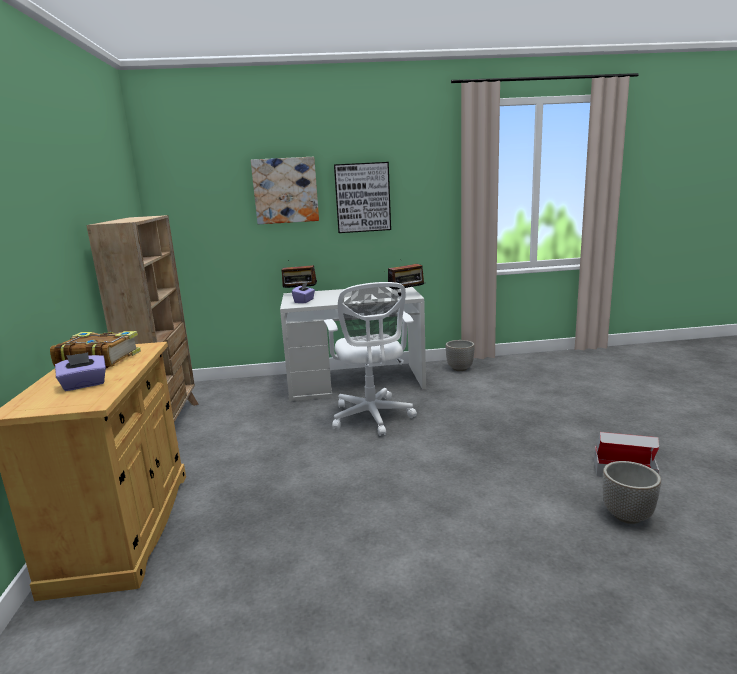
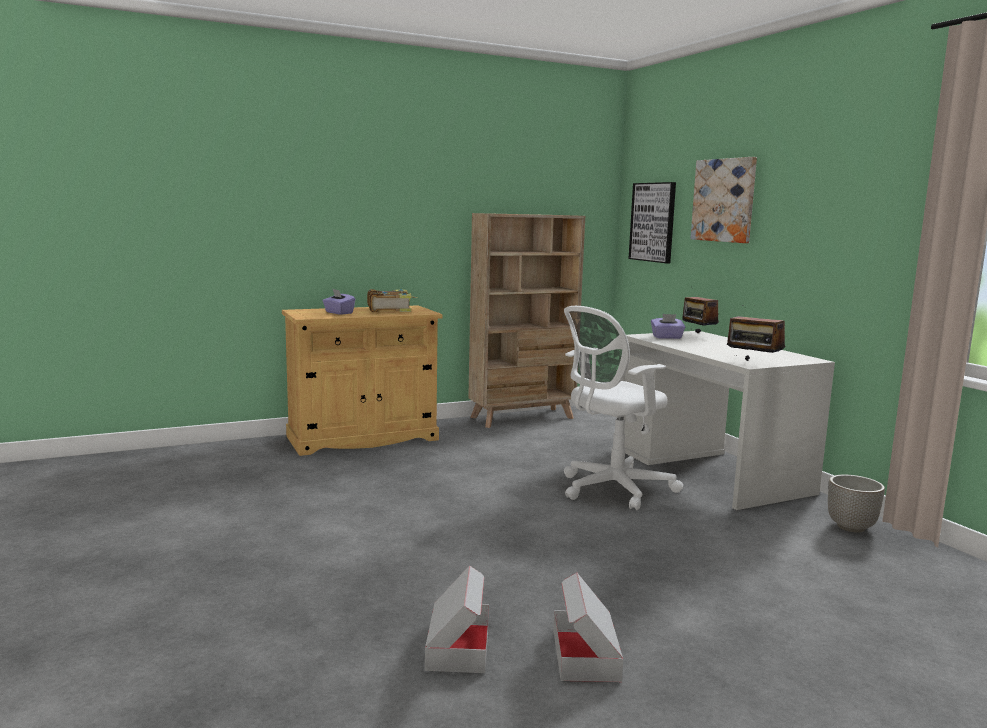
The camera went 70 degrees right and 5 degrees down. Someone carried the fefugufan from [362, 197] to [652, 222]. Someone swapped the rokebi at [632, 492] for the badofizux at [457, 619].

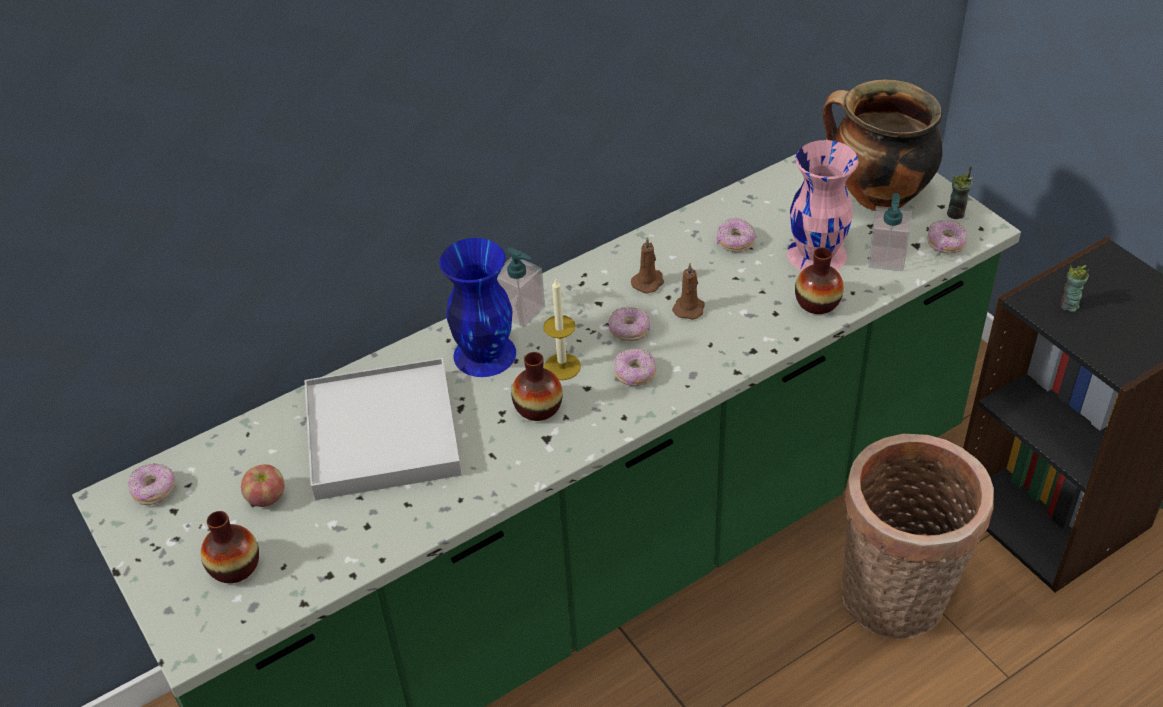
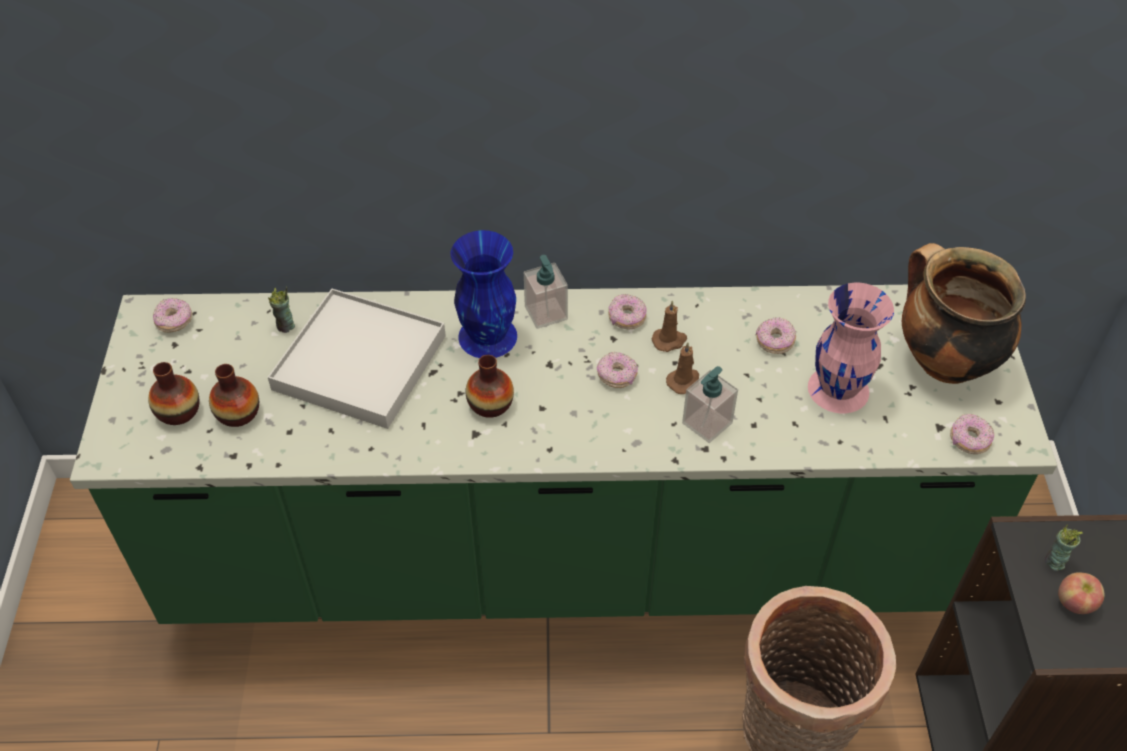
The camera went 30 degrees right and 5 degrees up. Someone carried the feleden from [262, 485] to [1081, 593]. Someone took away the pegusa at [562, 329]. Someone carried the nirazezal from [635, 367] to [627, 312]. Someone carried the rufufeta from [819, 280] to [234, 395]. Someone carried the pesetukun from [890, 232] to [710, 404]. Someone carried the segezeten from [960, 192] to [281, 310].

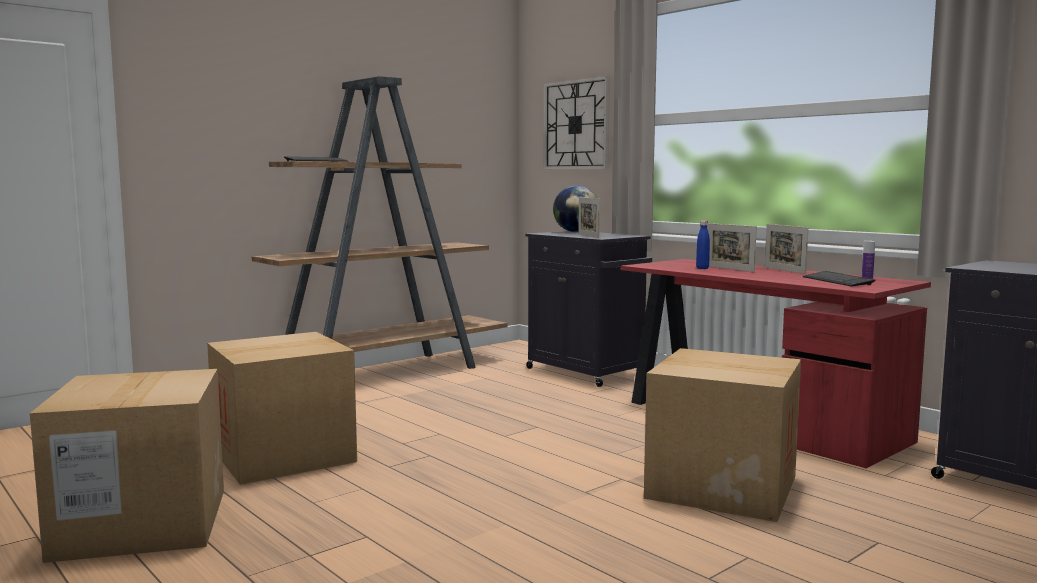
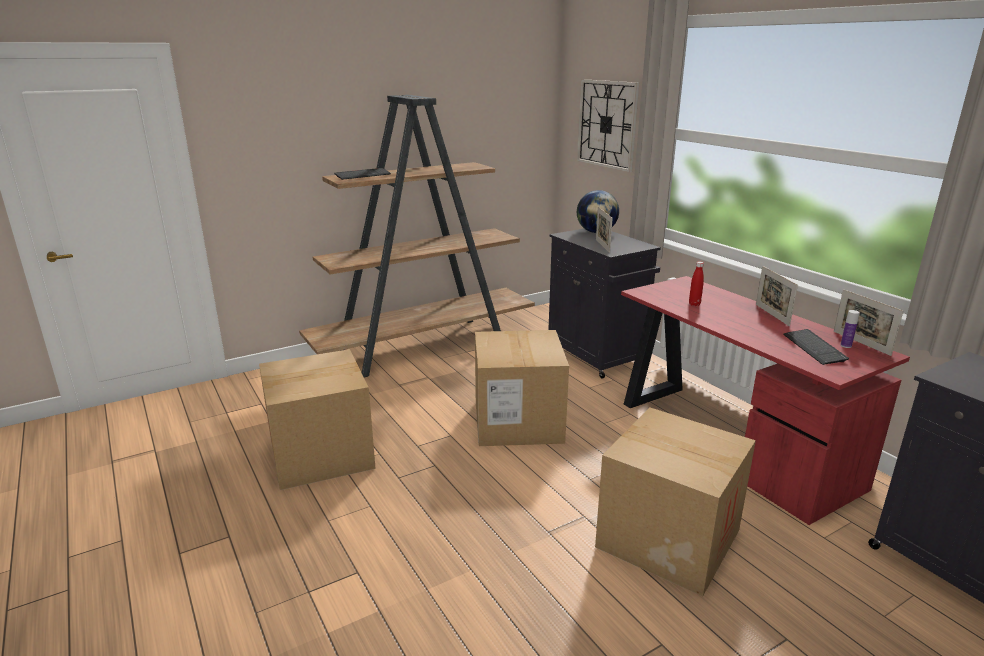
The camera went 10 degrees right and 15 degrees up. Someone carried the badofizux from [127, 466] to [522, 388]. Someone repainted the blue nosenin at [703, 245], which became the red nosenin at [696, 284]. Someone carried the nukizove from [732, 247] to [868, 322].

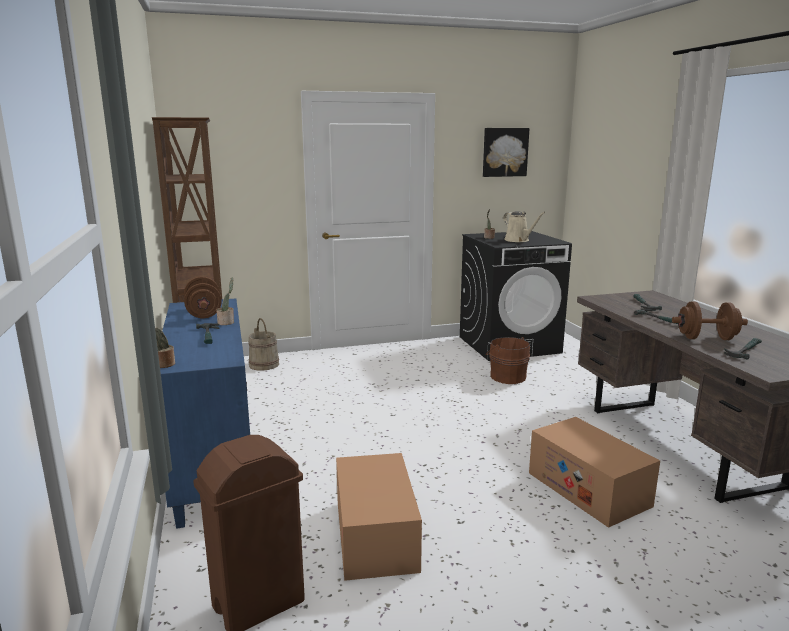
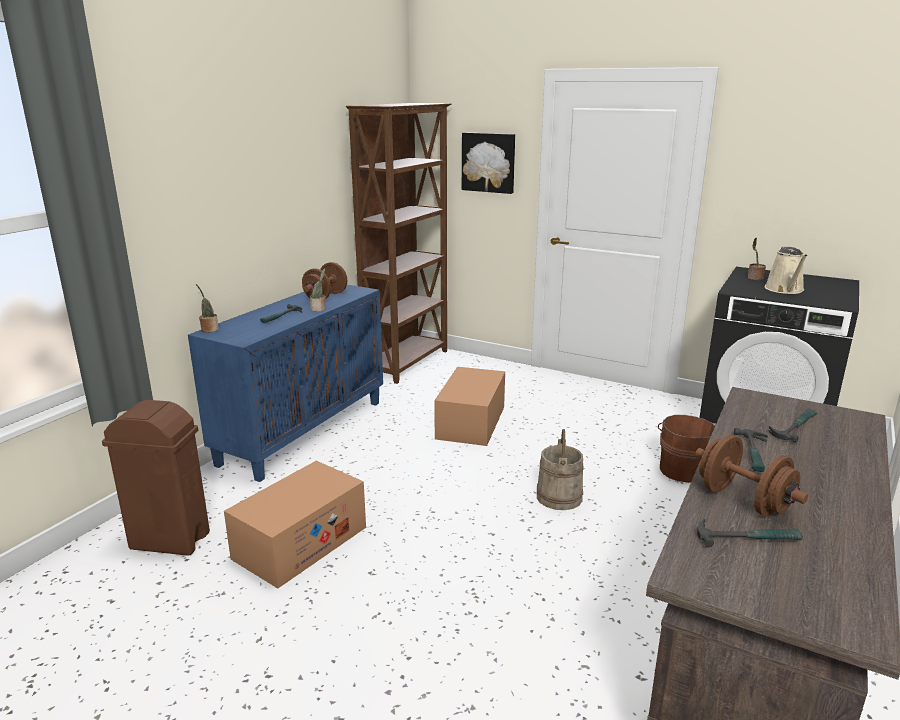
The camera went 45 degrees right and 5 degrees up. Someone carried the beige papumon from [264, 344] to [560, 469]. Someone carried the fefugufan from [506, 152] to [488, 163]. Someone carried the badofizux from [594, 472] to [469, 406].

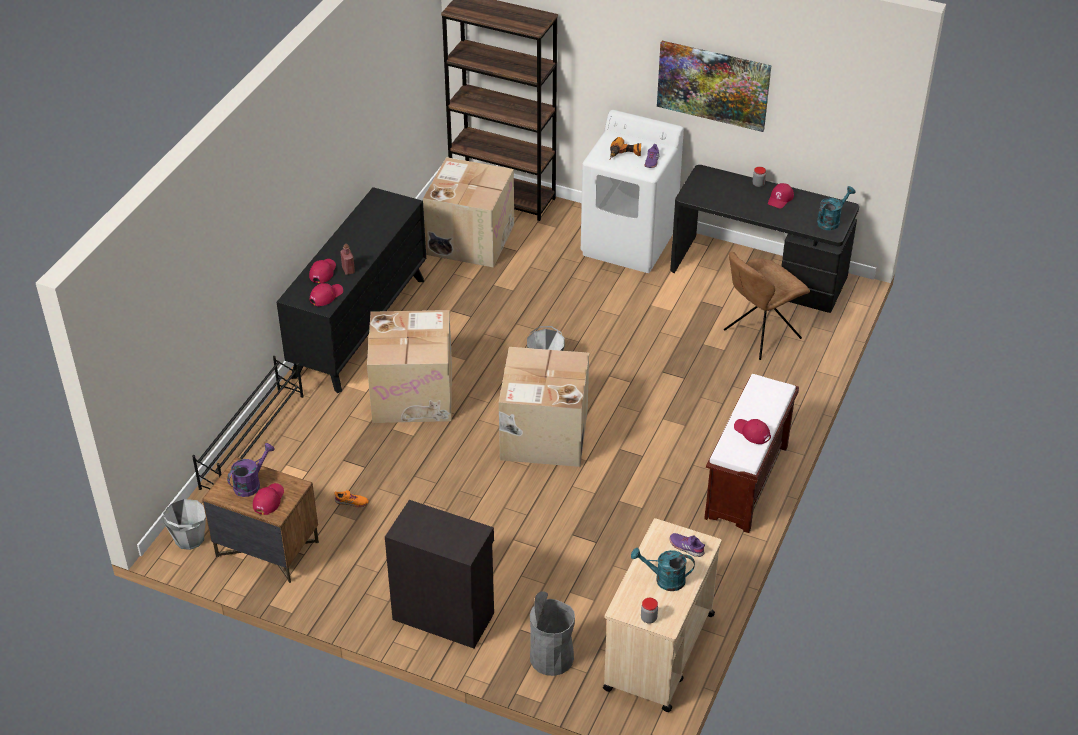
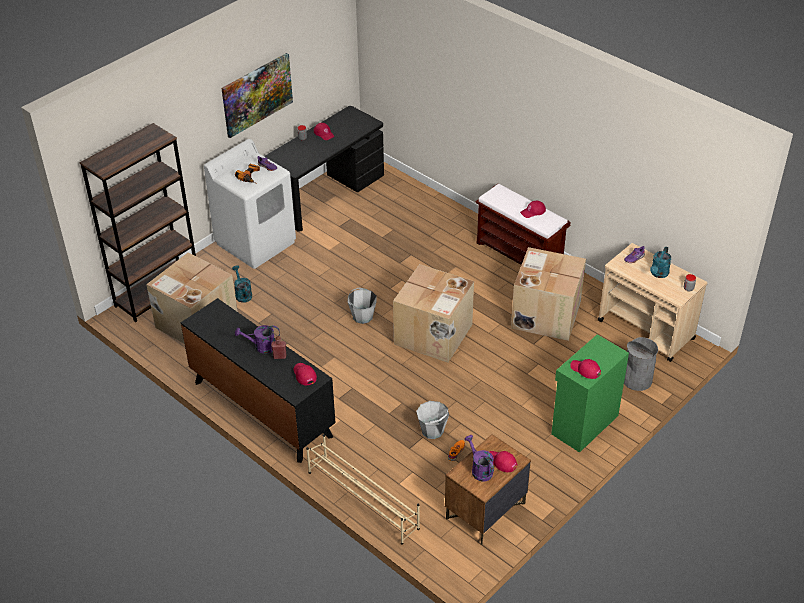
The camera went 70 degrees left and 0 degrees up. Someone carried the grey papumon from [184, 524] to [432, 420]. Someone repainted the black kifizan at [248, 423], which became the beige kifizan at [363, 489]. Someone carried the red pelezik from [322, 271] to [585, 369]. Someone carried the badofizux from [409, 366] to [548, 294]. Someone repainted the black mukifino at [439, 574], which became the green mukifino at [590, 393]. Someone took away the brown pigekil at [767, 306]. Someone carried the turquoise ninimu from [836, 208] to [242, 284]. Someone put down the purple ninimu at [257, 339].

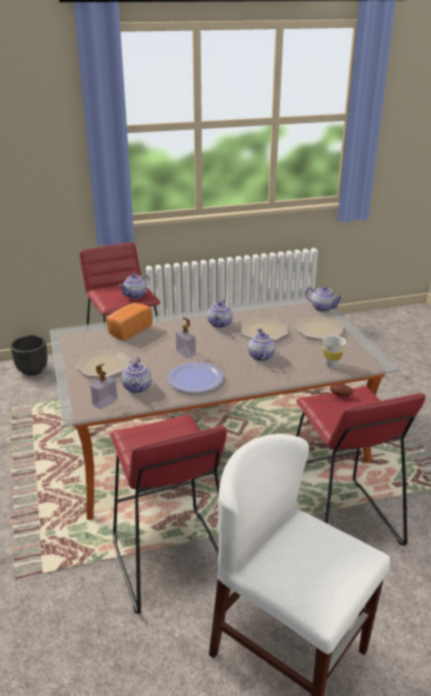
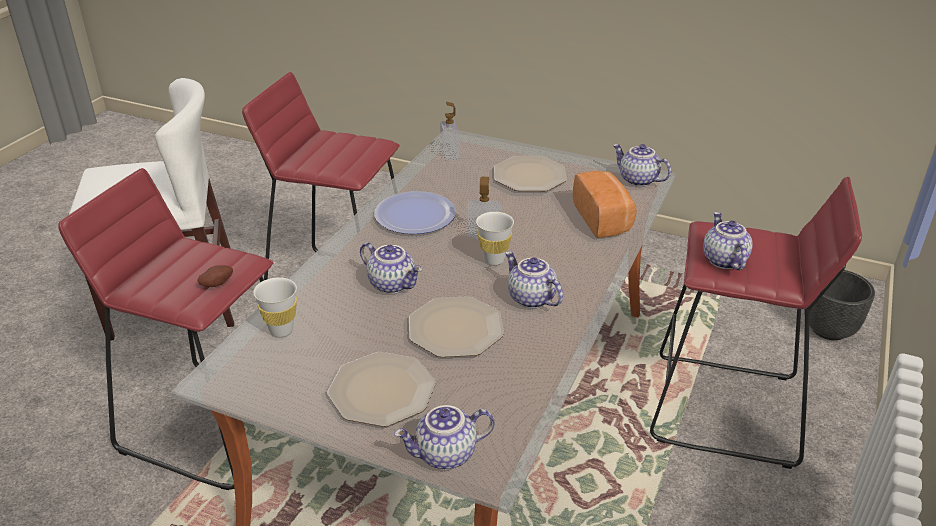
The camera went 130 degrees right and 5 degrees up. Someone carried the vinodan from [136, 375] to [642, 165]. Someone put down the white segezeten at [495, 238].

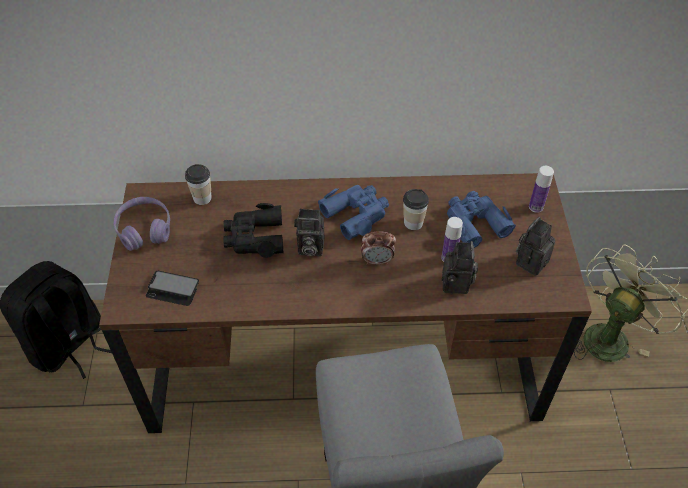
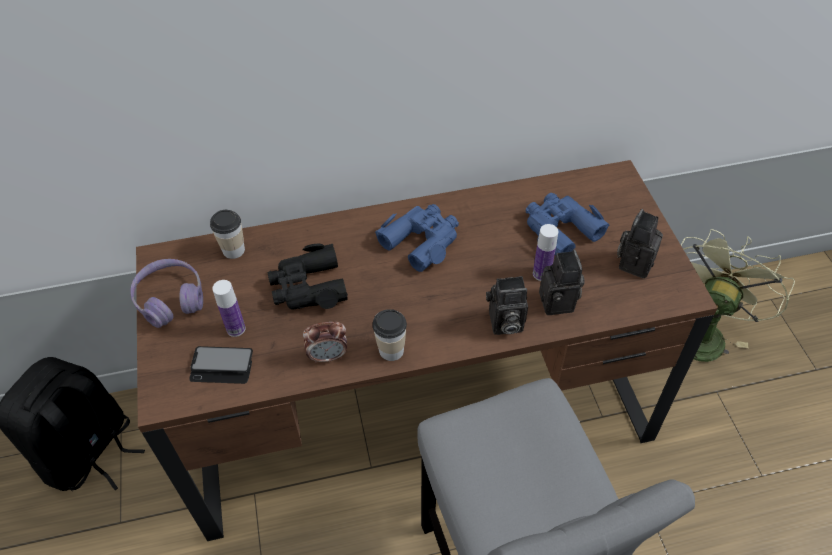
The camera went 10 degrees left and 0 degrees up. Someone carried the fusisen from [309, 232] to [507, 305]. Someone carried the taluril from [378, 248] to [325, 343]. Someone carried the segezeten from [416, 209] to [389, 335]. Someone carried the nosenin from [541, 189] to [228, 308].

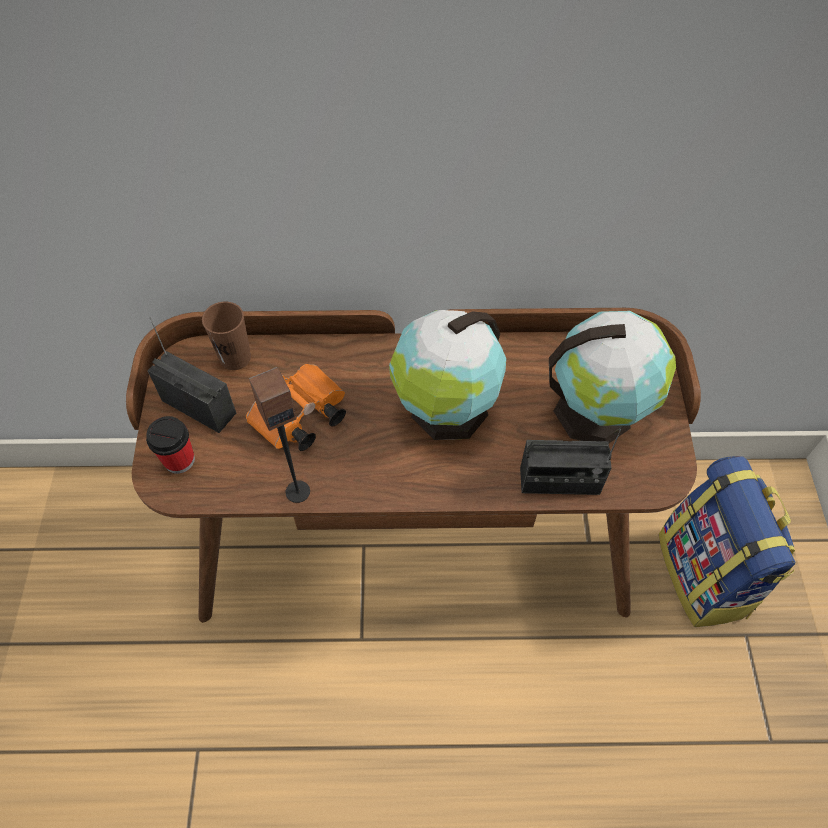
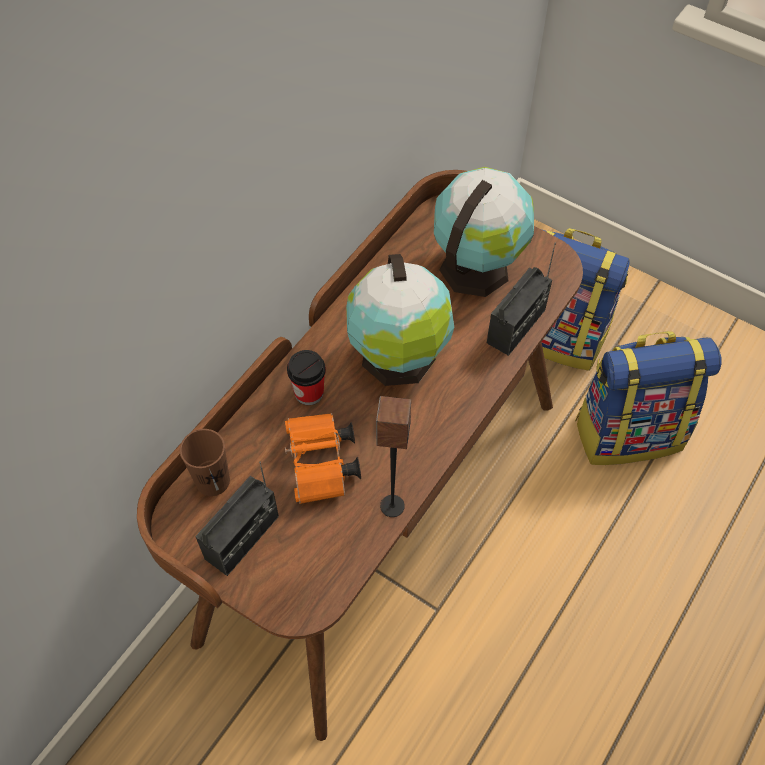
The camera went 55 degrees left and 0 degrees up. Someone carried the segezeten from [170, 445] to [306, 377]. Someone rotated the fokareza at [192, 375] by 150 degrees clockwise. Someone put down the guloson at [648, 398].

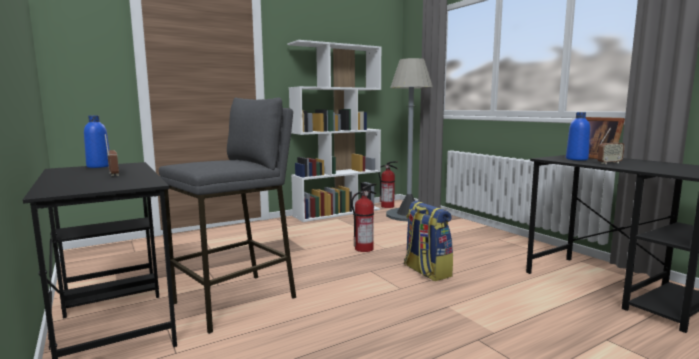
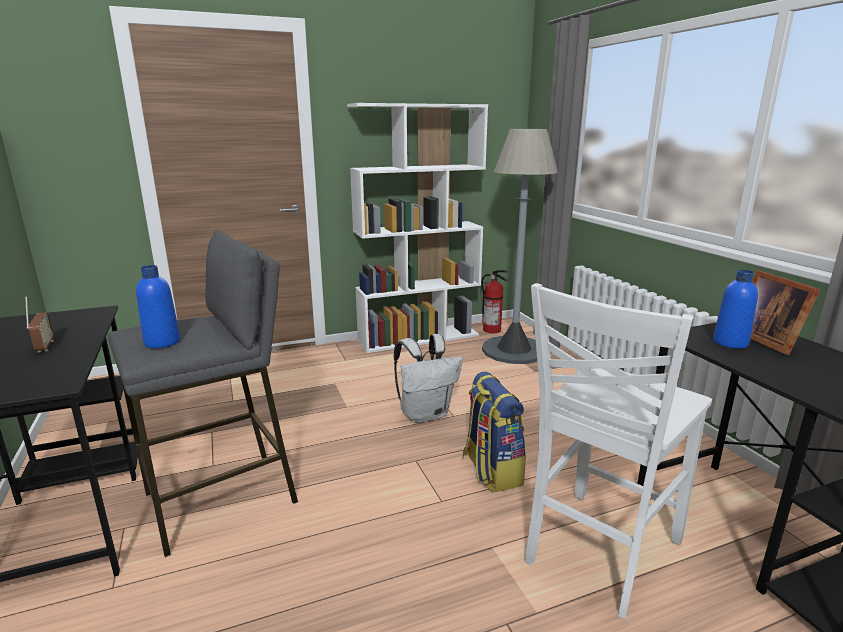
The camera went 10 degrees right and 10 degrees up. Someone carried the blue nosenin from [96, 141] to [158, 306]. Someone swapped the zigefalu at [364, 217] for the white guloson at [428, 378]. Someone took away the fokareza at [611, 146]. Someone put down the white pigekil at [618, 451].

